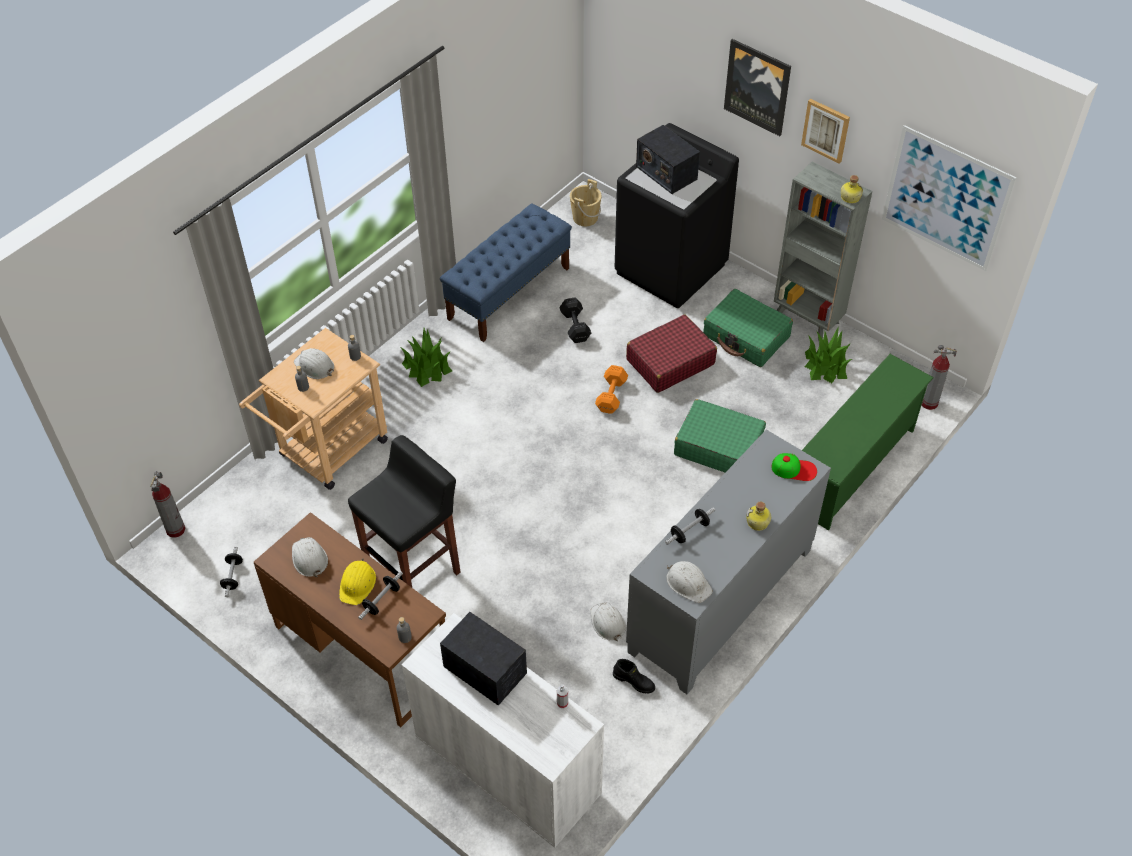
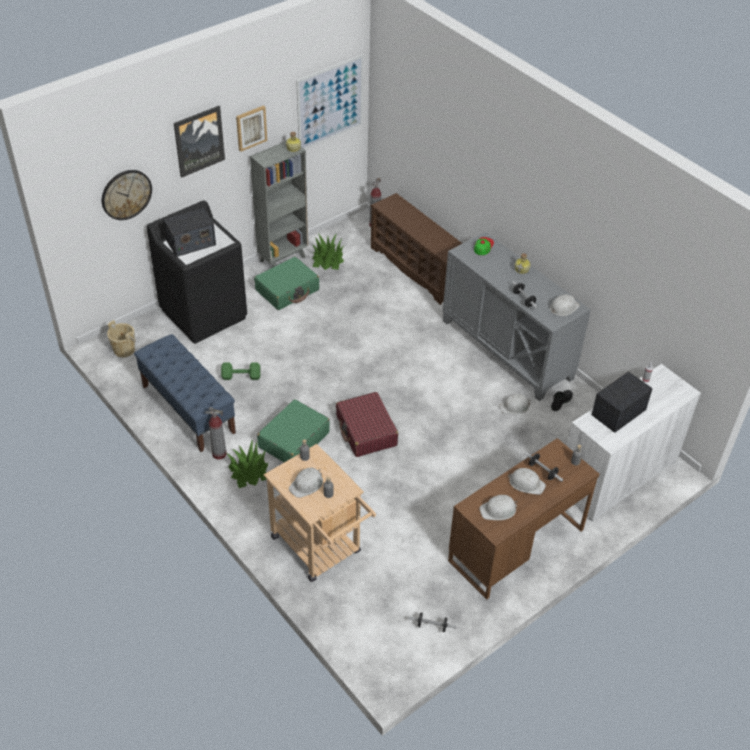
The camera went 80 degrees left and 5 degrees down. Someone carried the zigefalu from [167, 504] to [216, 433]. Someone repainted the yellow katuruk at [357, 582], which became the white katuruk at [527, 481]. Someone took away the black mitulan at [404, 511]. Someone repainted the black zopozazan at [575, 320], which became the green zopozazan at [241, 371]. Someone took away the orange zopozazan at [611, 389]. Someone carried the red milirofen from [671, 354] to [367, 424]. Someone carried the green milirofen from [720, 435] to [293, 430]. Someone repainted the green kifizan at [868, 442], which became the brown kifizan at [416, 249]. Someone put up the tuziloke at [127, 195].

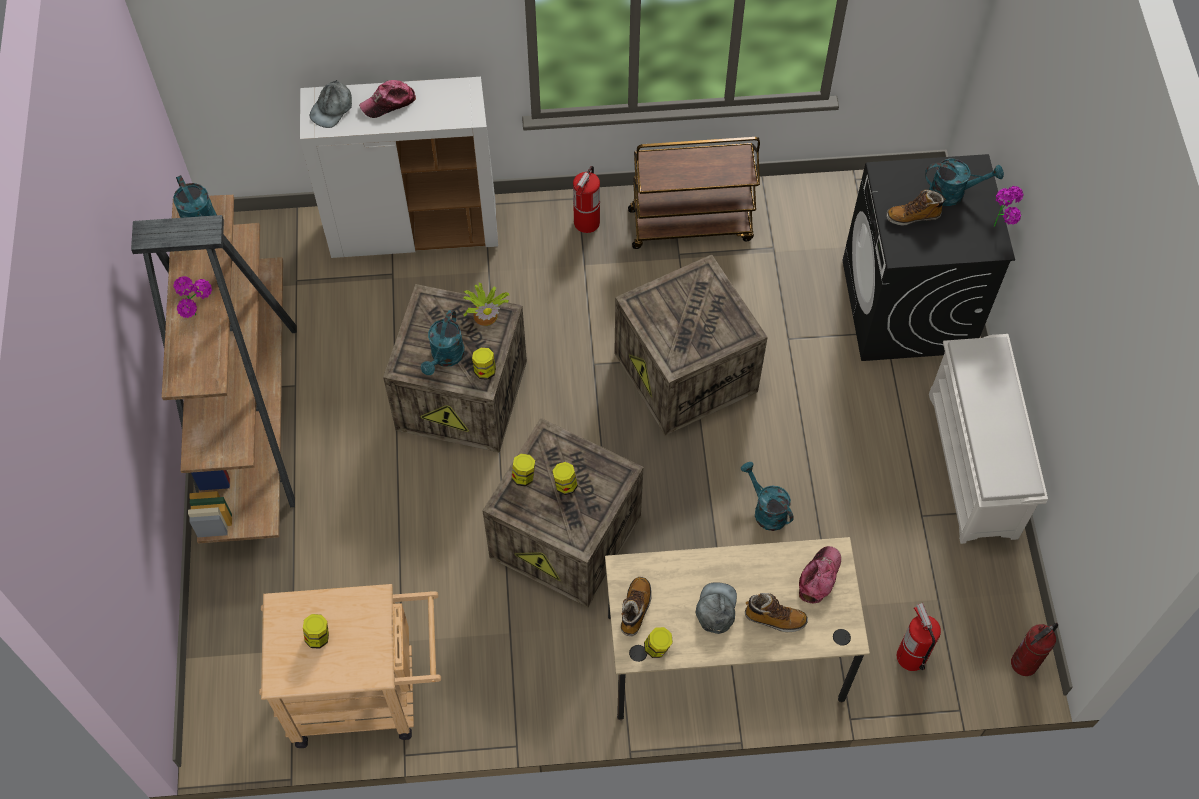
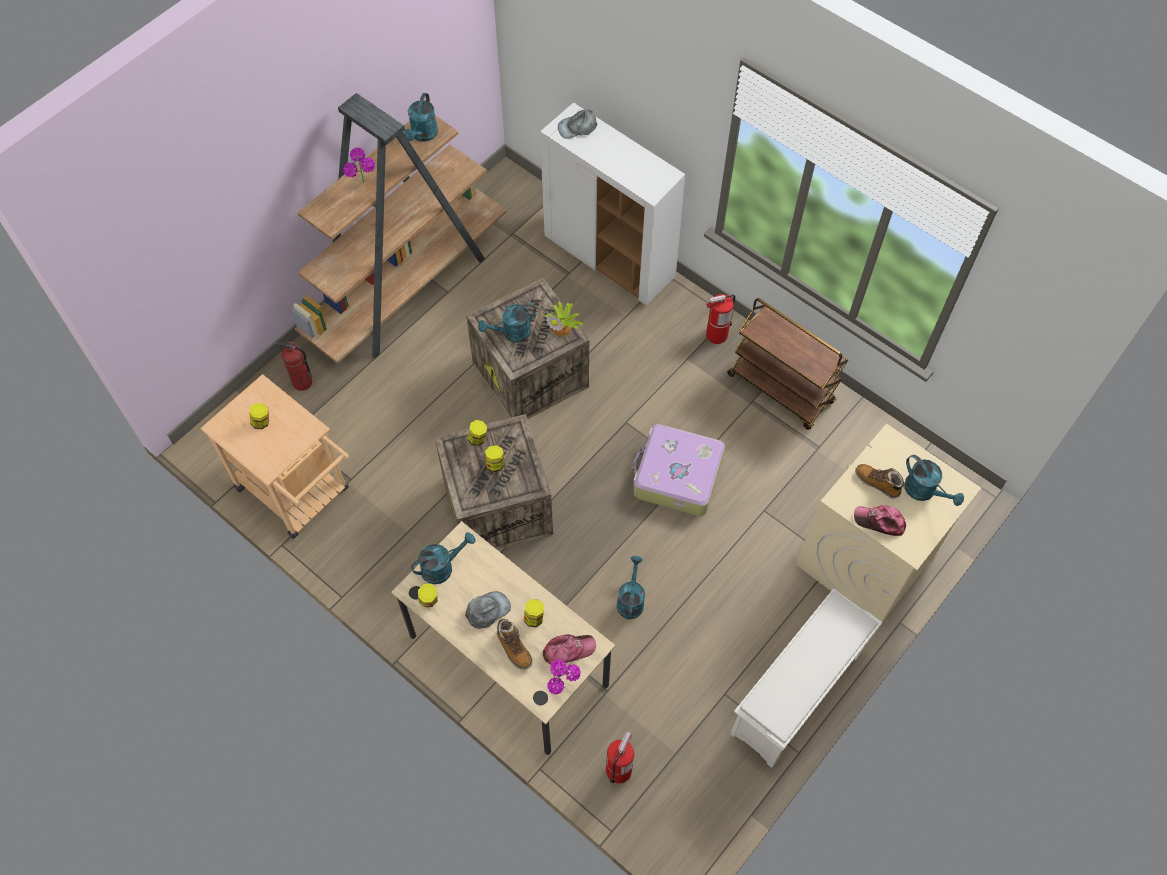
The camera went 45 degrees right and 0 degrees up. Someone carried the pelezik from [387, 99] to [880, 520]. Someone carried the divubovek from [484, 364] to [534, 613]. Someone swapped the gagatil at [691, 345] for the milirofen at [678, 470]. Someone swapped the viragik at [636, 606] for the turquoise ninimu at [443, 558]. Someone repainted the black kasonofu at [928, 257], which became the beige kasonofu at [888, 523]. Someone carried the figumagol from [1009, 206] to [564, 677]. Someone carried the zigefalu from [1034, 649] to [293, 366].

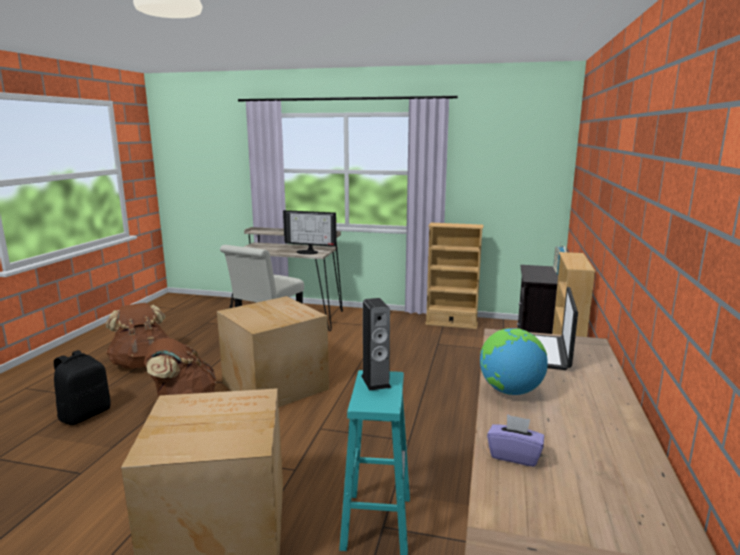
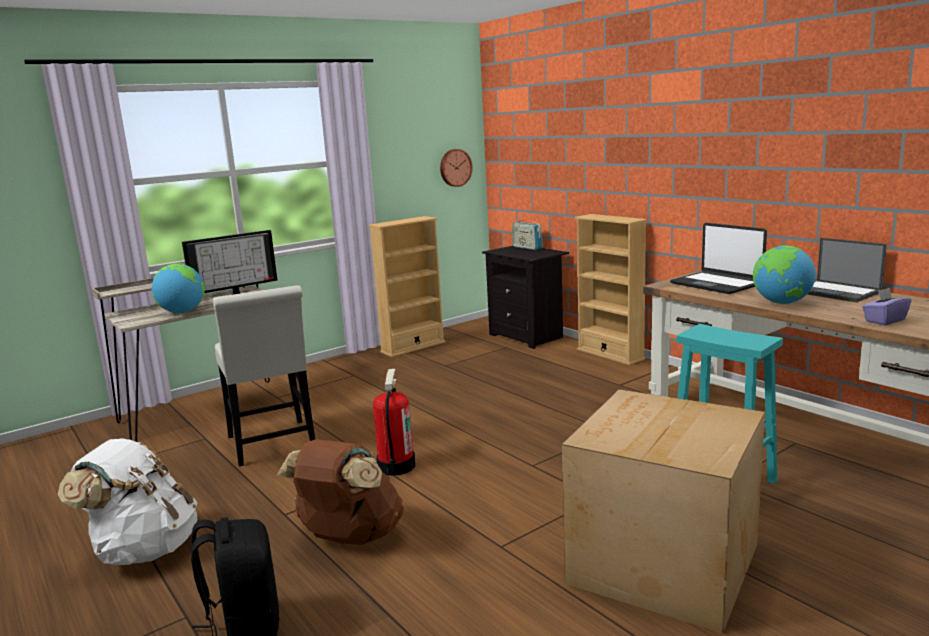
The camera went 50 degrees left and 0 degrees up. Someone repainted the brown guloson at [138, 336], which became the white guloson at [127, 501]. Someone swapped the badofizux at [273, 351] for the zigefalu at [394, 422]. Someone took away the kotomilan at [376, 344]. Someone put down the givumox at [178, 288]. Someone put up the tuziloke at [456, 168]. Someone put down the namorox at [847, 270].

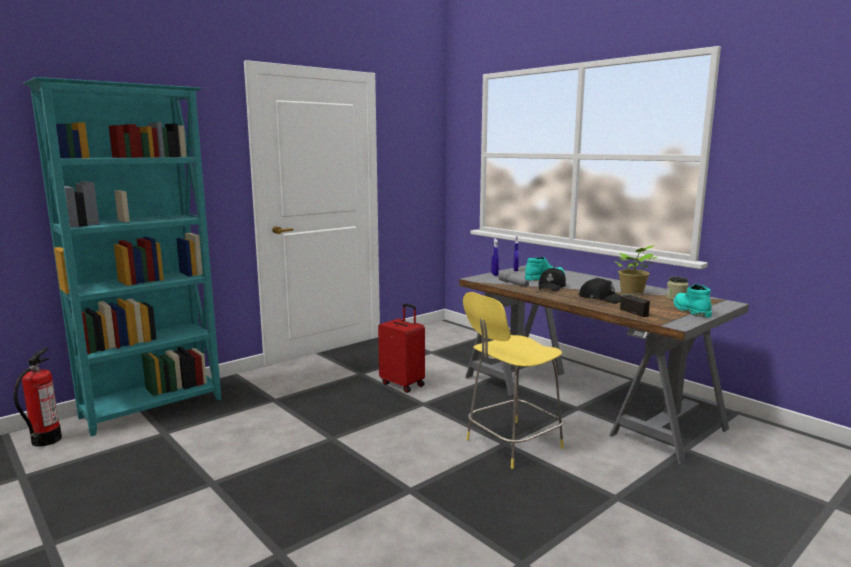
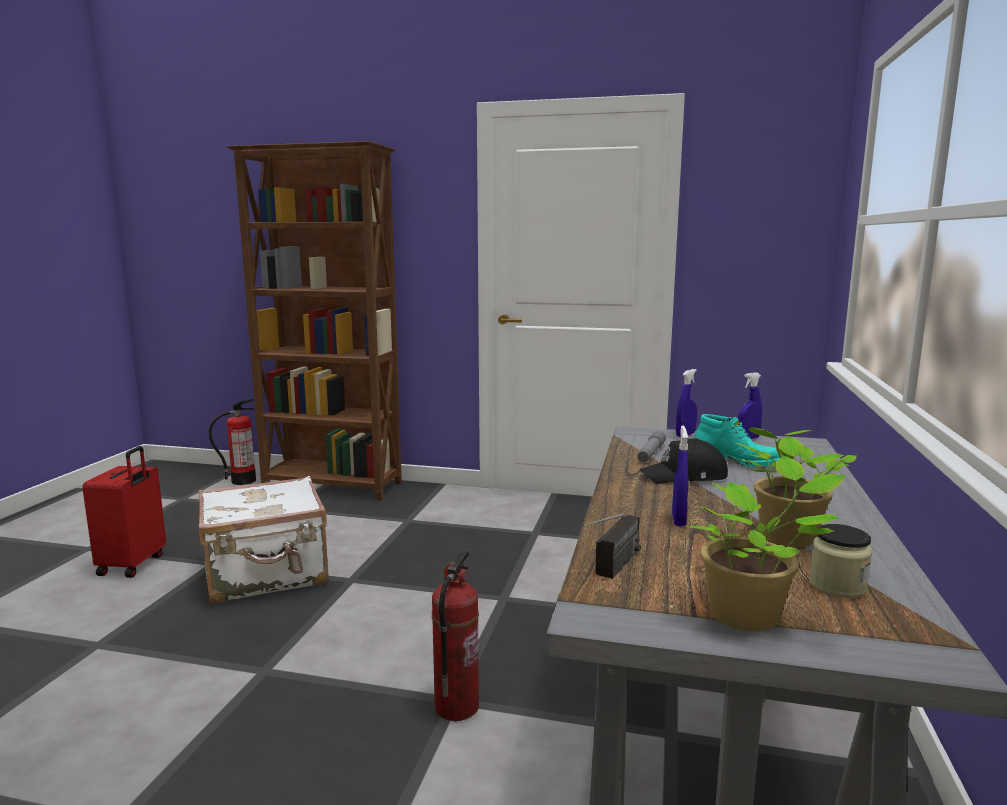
The camera went 55 degrees right and 0 degrees up. Someone repainted the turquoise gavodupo at [122, 256], which became the brown gavodupo at [314, 321]. Someone carried the red milirofen from [401, 348] to [124, 512]. Someone swapped the yellow mitulan at [513, 380] for the zigefalu at [455, 635]. Someone swapped the black pelezik at [600, 291] for the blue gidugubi at [680, 476]. Someone swapped the turquoise viragik at [693, 301] for the figumagol at [768, 544]. Someone put down the white milirofen at [264, 540].

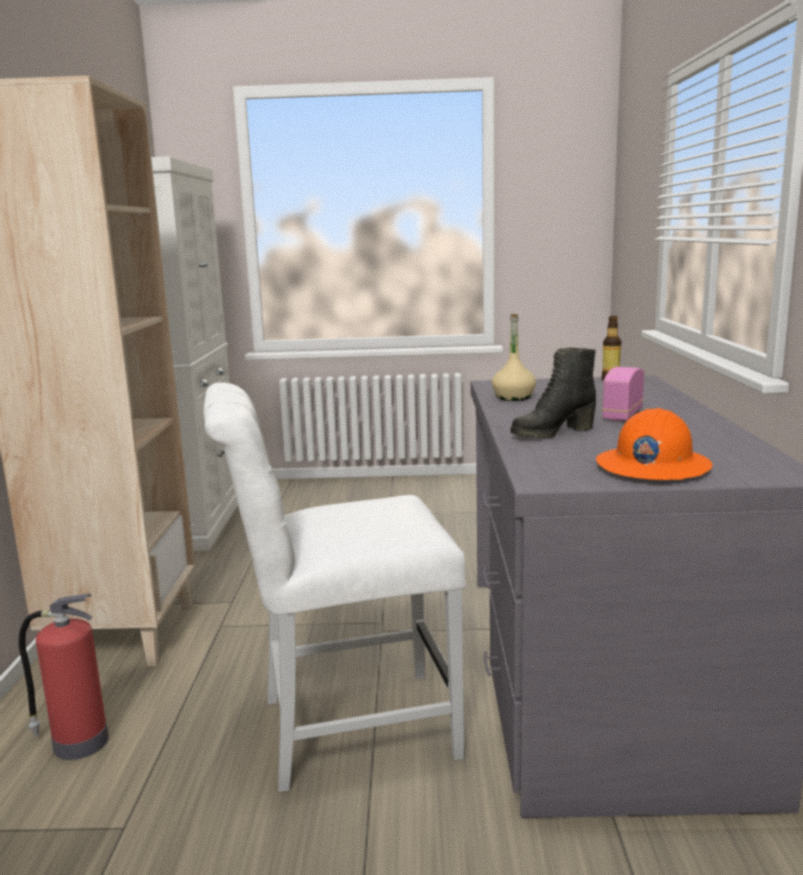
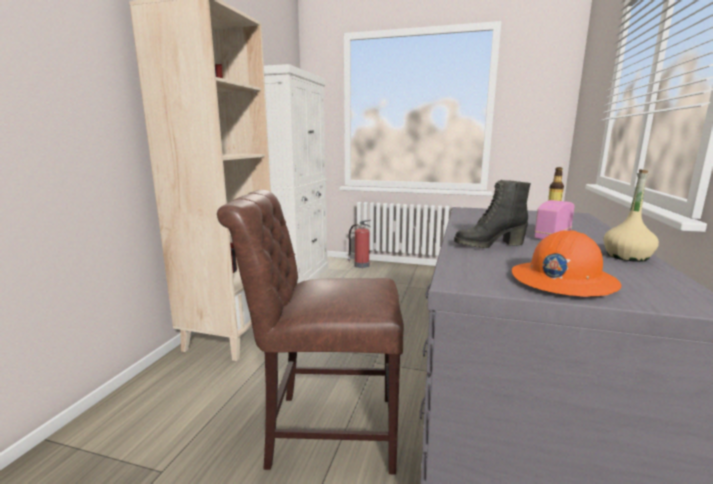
The camera went 15 degrees right and 0 degrees up. Someone carried the zigefalu from [64, 676] to [360, 244]. Someone repainted the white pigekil at [334, 587], which became the brown pigekil at [310, 332]. Someone carried the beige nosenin from [514, 357] to [631, 215].

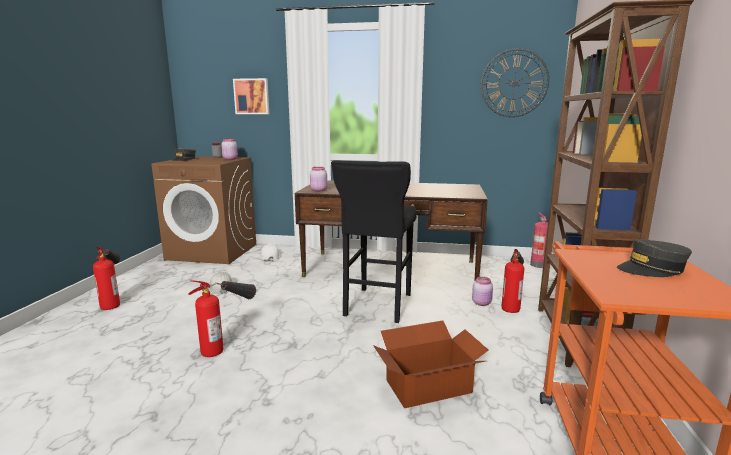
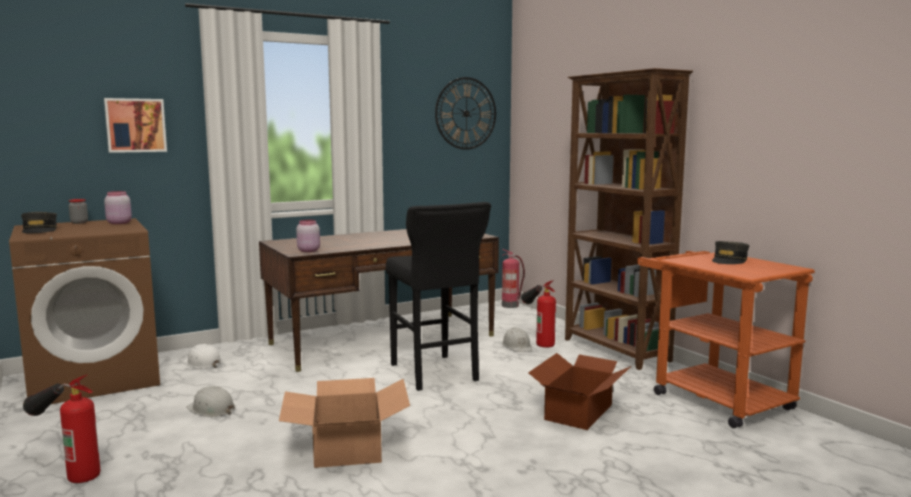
The camera went 40 degrees left and 5 degrees down. Someone swapped the zigefalu at [222, 318] for the badofizux at [344, 423]. Someone swapped the pink divubovek at [482, 291] for the white katuruk at [517, 339].

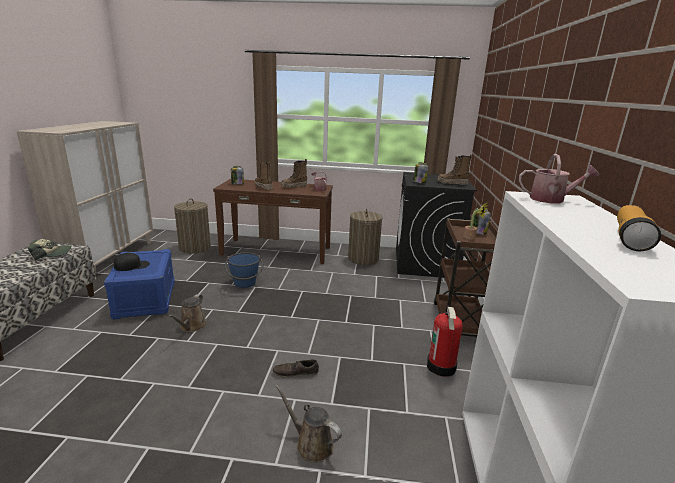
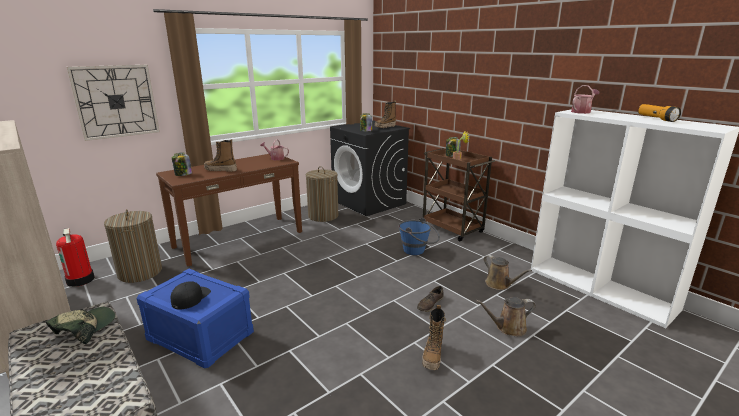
The camera went 45 degrees left and 0 degrees up. Someone carried the brown ninimu from [187, 313] to [508, 272]. Someone carried the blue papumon from [244, 270] to [419, 236]. Someone carried the viragik from [294, 173] to [434, 337]. Someone carried the zigefalu from [445, 341] to [75, 257]. Someone put up the tuziloke at [113, 103].

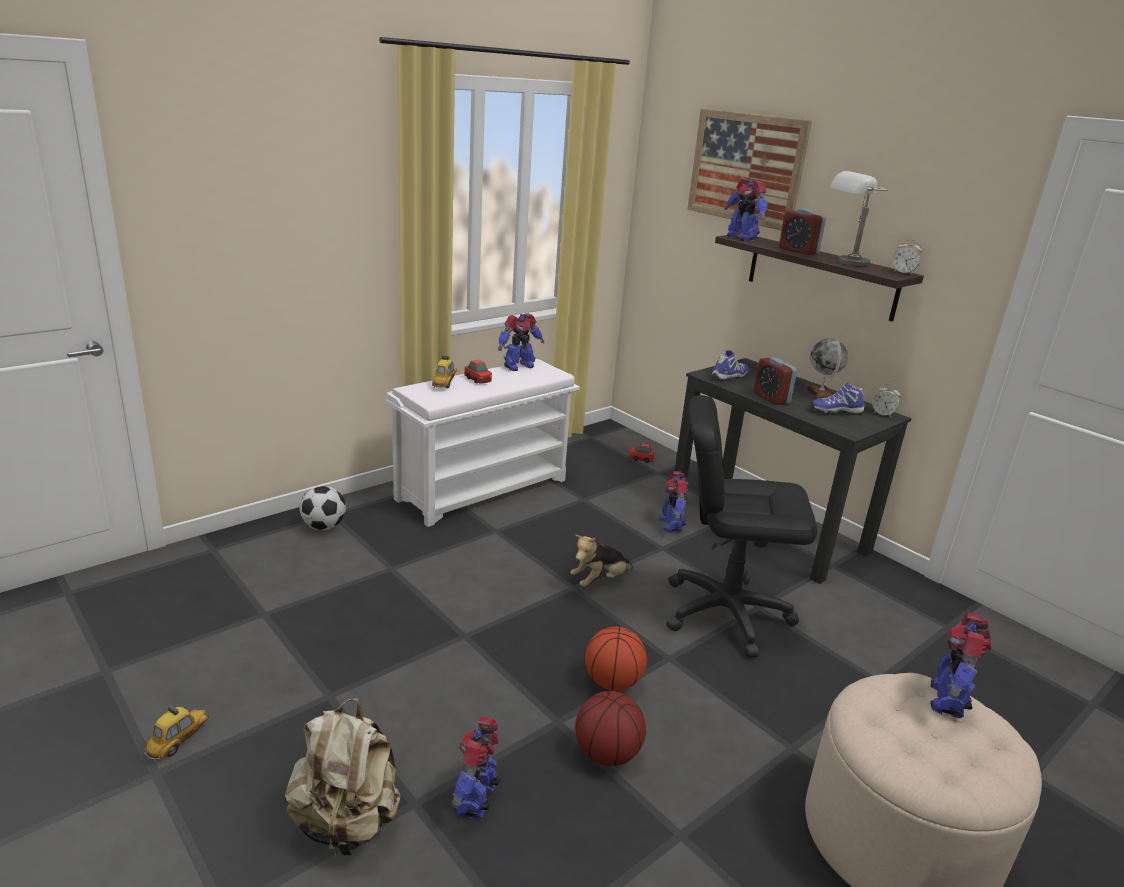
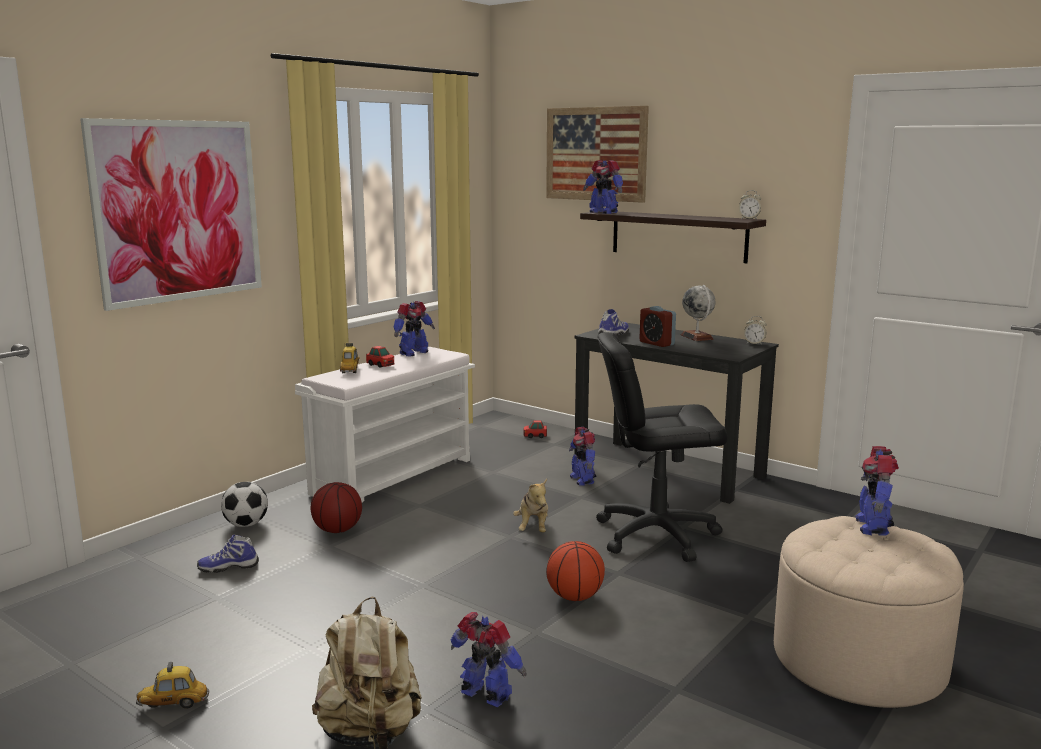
The camera went 10 degrees left and 10 degrees down. Someone rotated the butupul at [176, 733] by 120 degrees counterclockwise. Someone rotated the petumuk at [475, 767] by 120 degrees clockwise. Someone rotated the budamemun at [601, 561] by 45 degrees counterclockwise. Someone carried the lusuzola from [610, 728] to [336, 507]. Someone took away the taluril at [802, 232]. Someone carried the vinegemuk from [838, 399] to [228, 554]. Someone took away the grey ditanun at [858, 219]. Someone put up the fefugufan at [171, 214].

